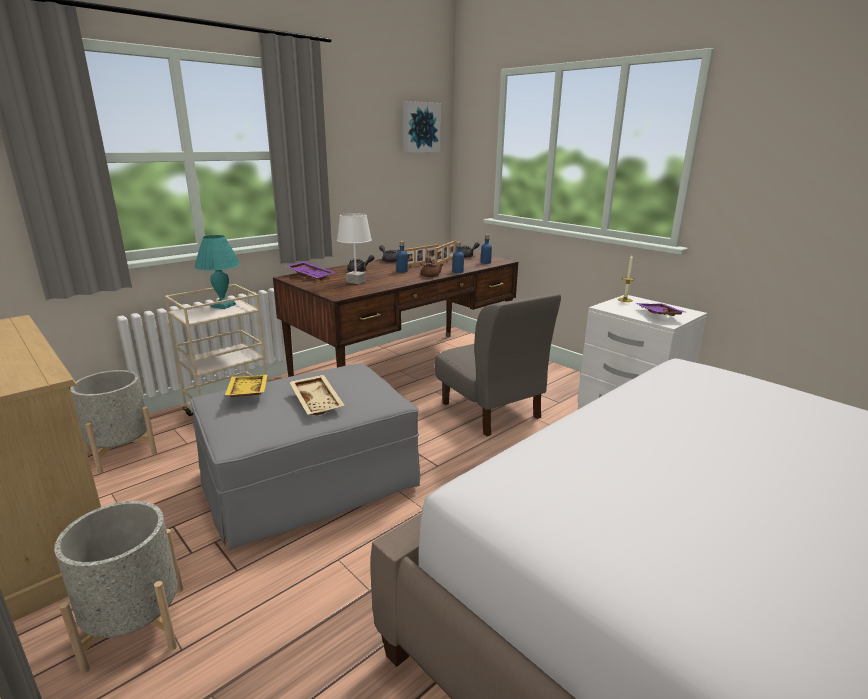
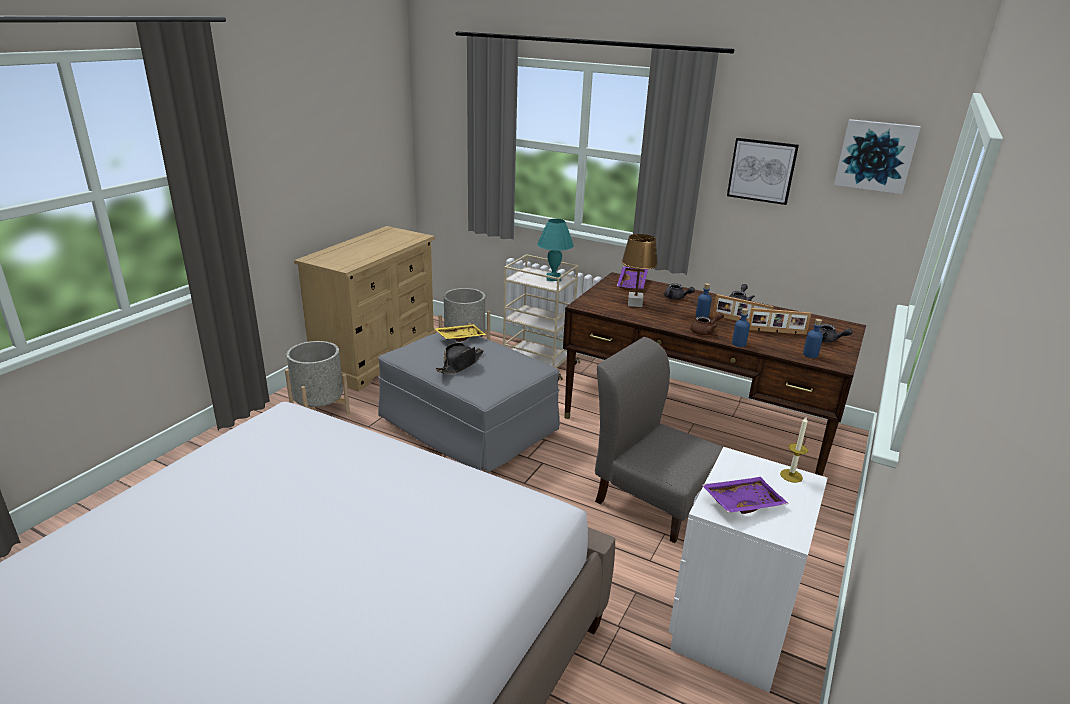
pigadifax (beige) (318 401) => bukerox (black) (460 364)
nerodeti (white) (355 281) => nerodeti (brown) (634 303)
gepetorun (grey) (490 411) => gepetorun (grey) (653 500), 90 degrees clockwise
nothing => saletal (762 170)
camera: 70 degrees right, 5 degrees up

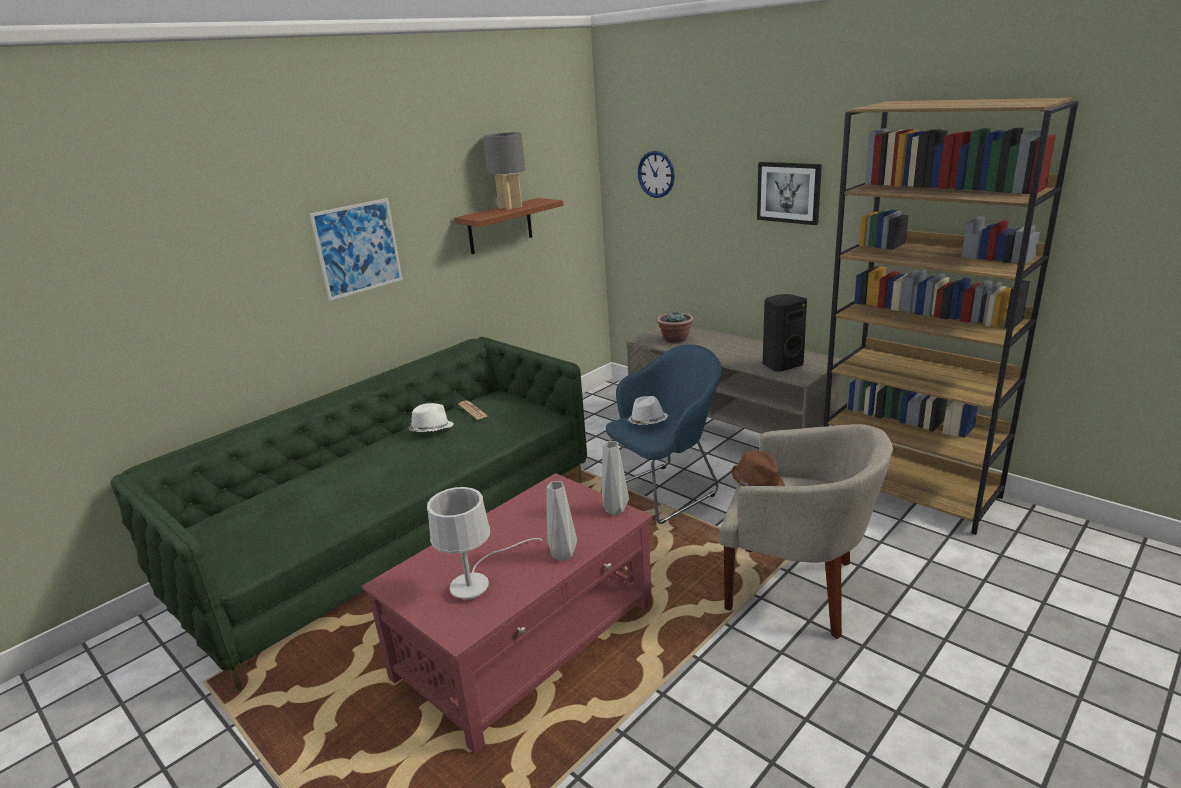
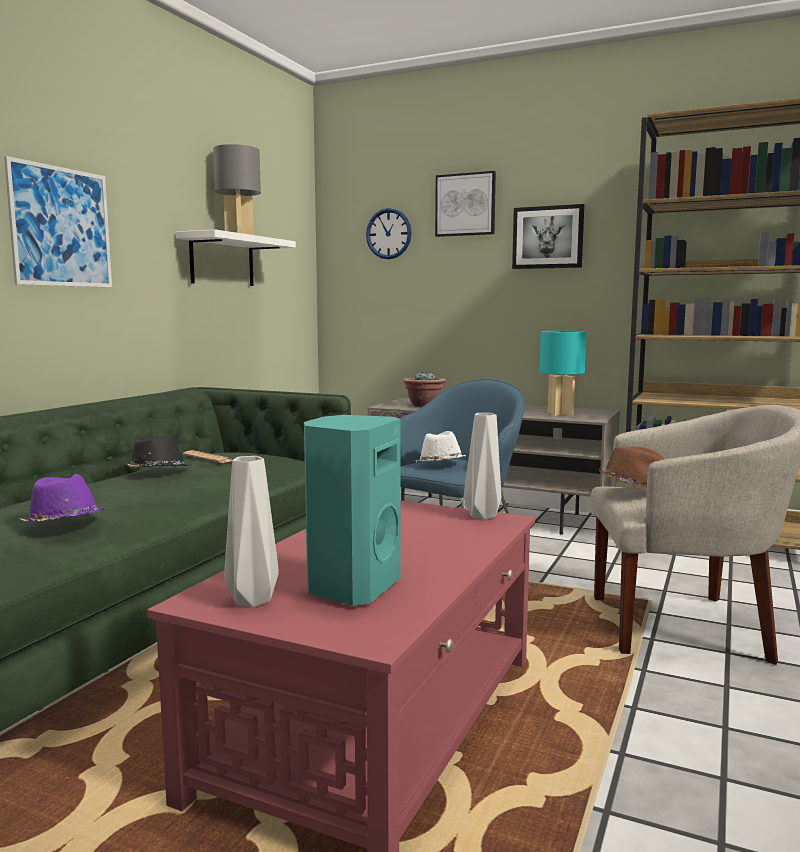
bukerox (white) (431 430) => bukerox (black) (158 472)
nerodeti (white) (476 583) => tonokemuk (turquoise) (351 588)
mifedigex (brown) (500 226) => mifedigex (white) (222 261)
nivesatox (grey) (561 556) => nivesatox (grey) (251 601), relocated
tonokemuk (black) (781 365) => nerodeti (turquoise) (560 413)
nothing => bukerox (purple) (64 524)
nothing => saletal (465 204)
camera: 20 degrees left, 15 degrees down

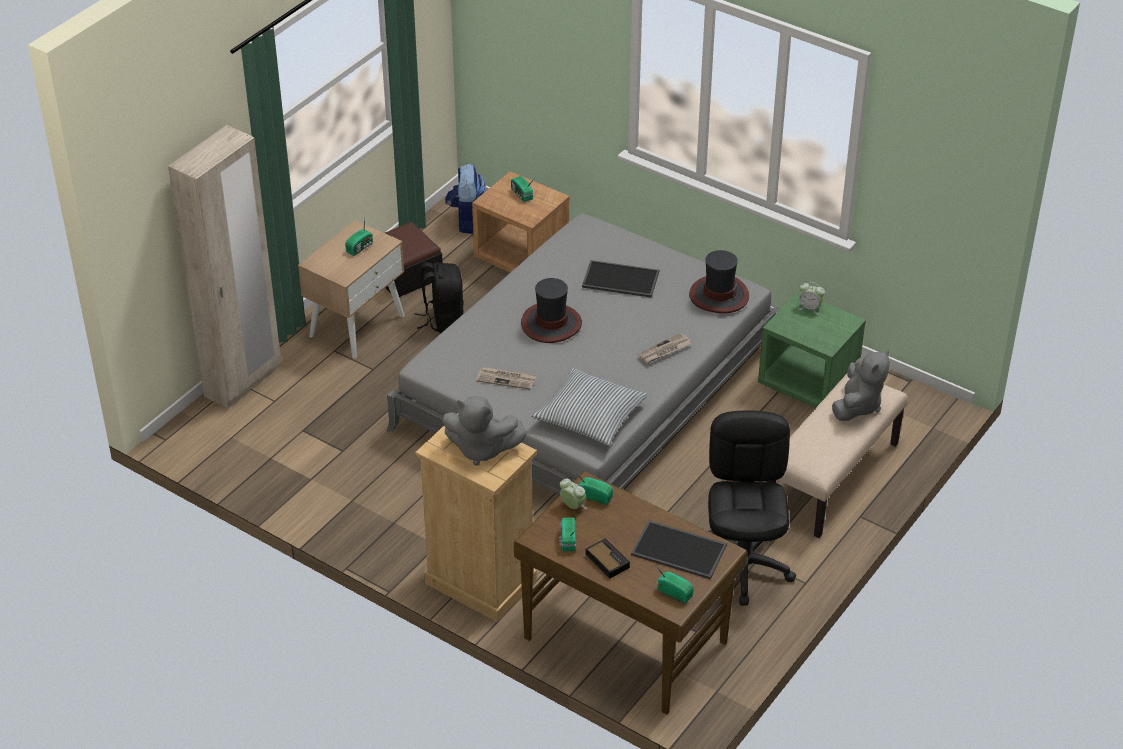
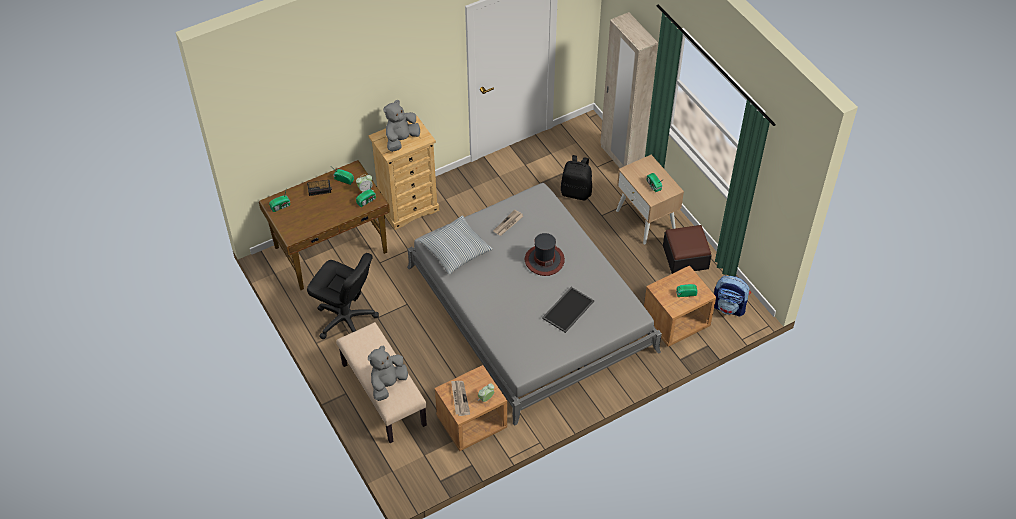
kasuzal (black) (443 320) => kasuzal (black) (576 192), relocated
pigadifax (680 549) => nothing
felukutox (664 350) => felukutox (459 398), relocated
bukerox (718 295) => nothing
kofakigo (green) (808 382) => kofakigo (brown) (471 423)
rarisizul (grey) (858 405) => rarisizul (grey) (388 384), 75 degrees clockwise
camera: 115 degrees right, 10 degrees up

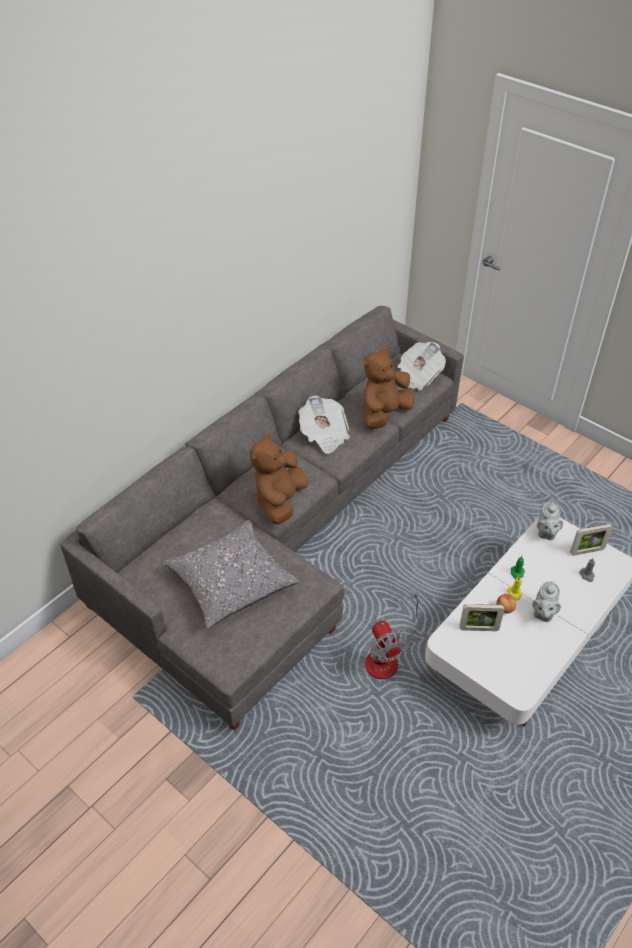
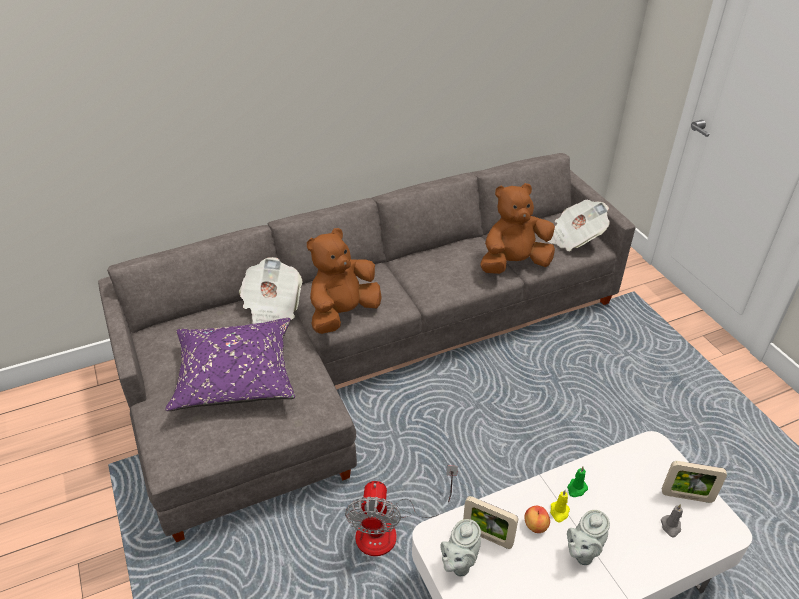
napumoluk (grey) (231 582) => napumoluk (purple) (235 376)
felukutox (324 435) => felukutox (272 307), relocated
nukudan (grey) (546 533) => nukudan (grey) (459 562), relocated
camera: 25 degrees right, 5 degrees down

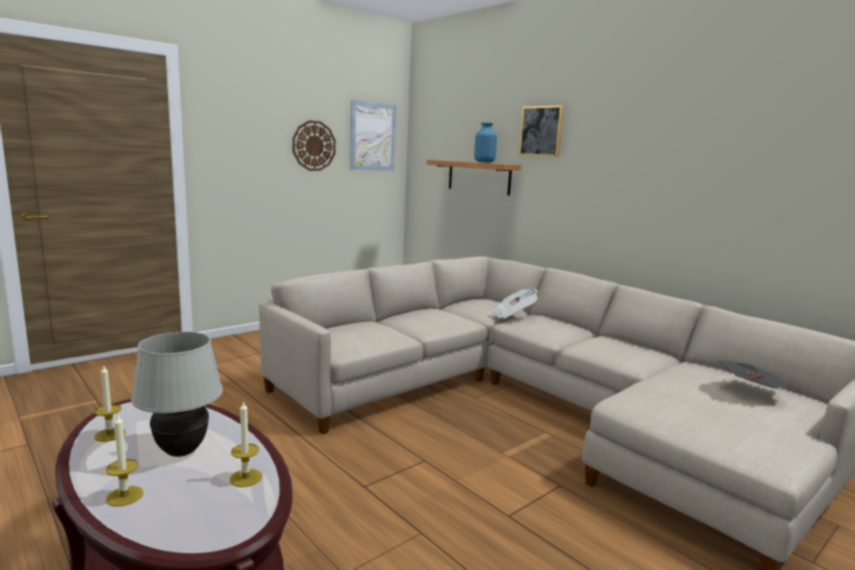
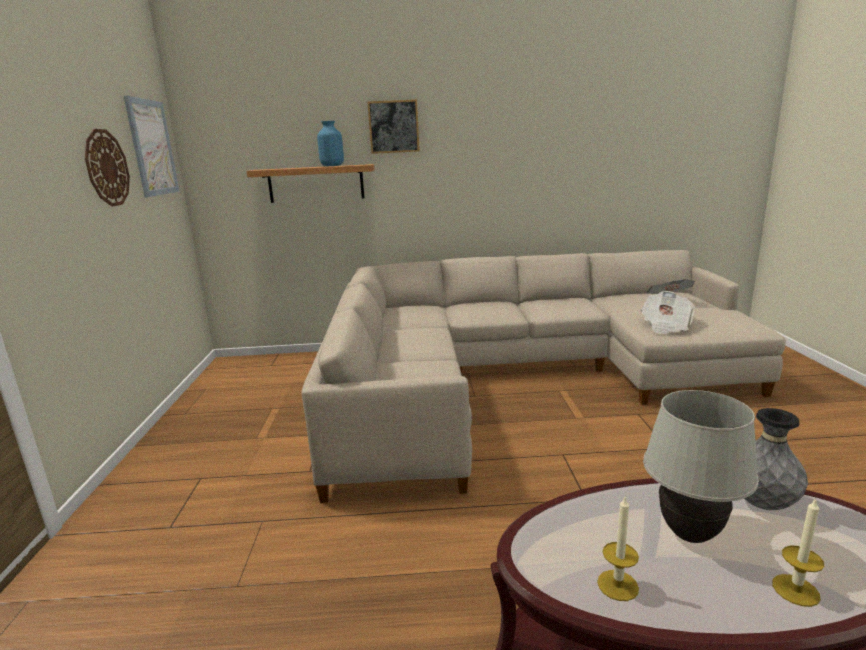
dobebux (245 478) => nivesatox (grey) (762 504)
felukutox (511 315) => felukutox (665 326), relocated
camera: 50 degrees left, 5 degrees up

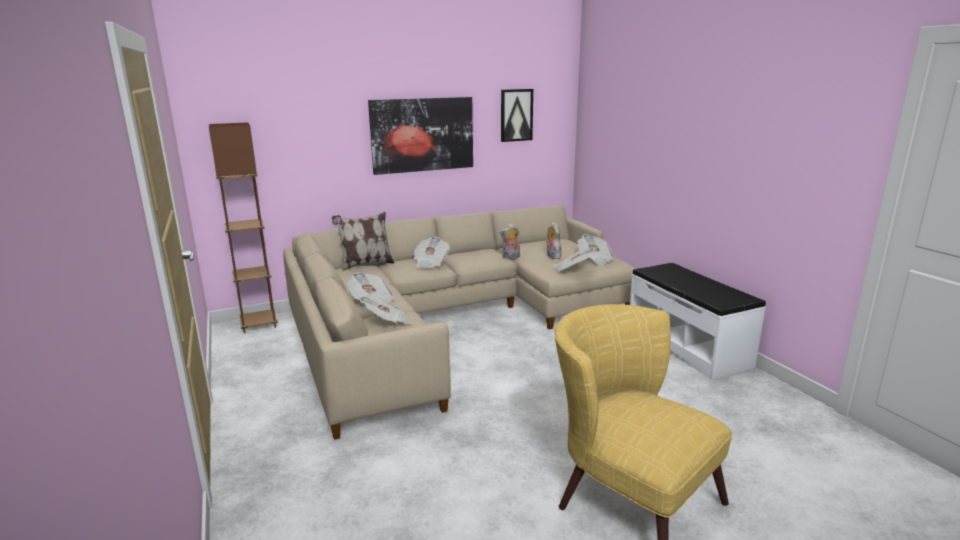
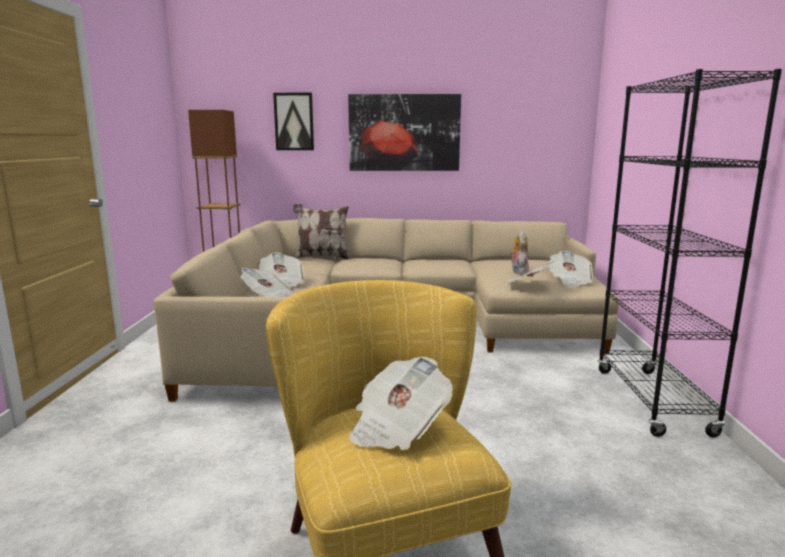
felukutox (430 263) => felukutox (397 428), relocated
rarisizul (511 257) => nothing
saletal (516 115) => saletal (294 121), relocated
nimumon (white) (687 346) => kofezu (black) (652 401)
camera: 25 degrees right, 5 degrees down

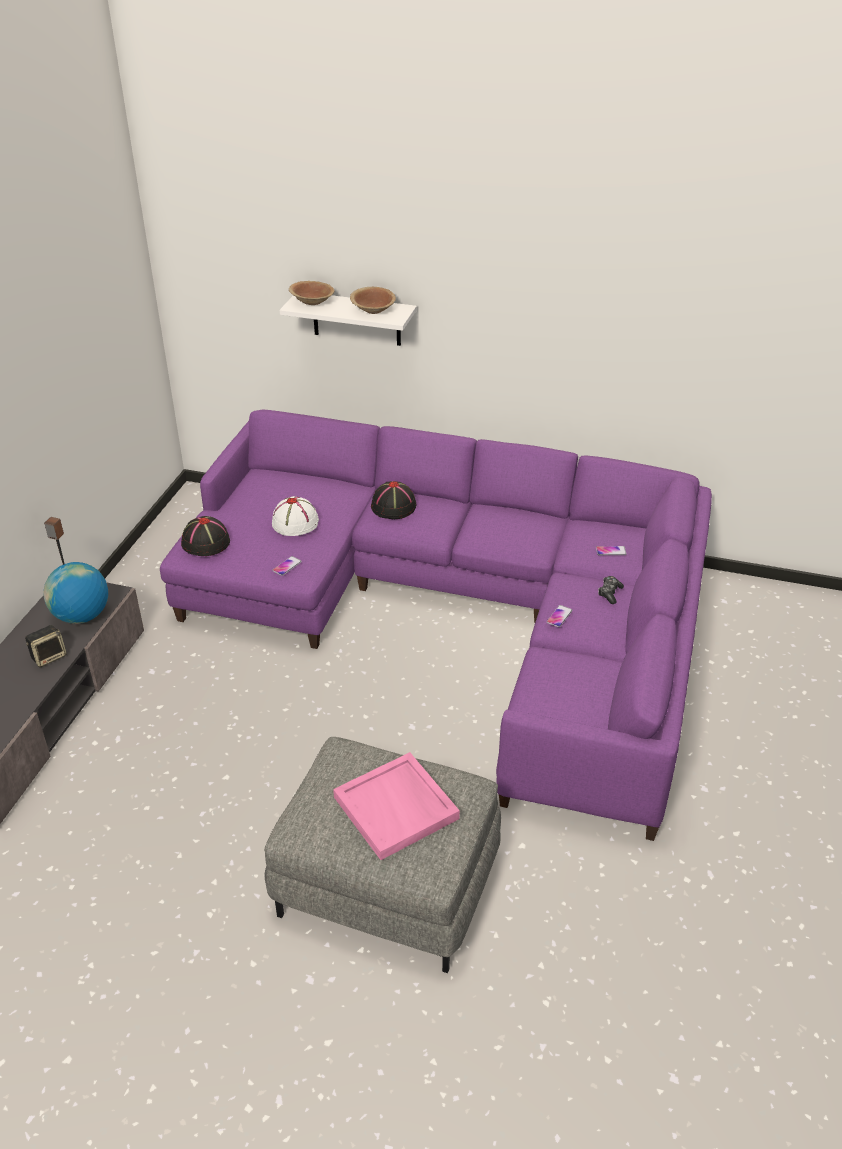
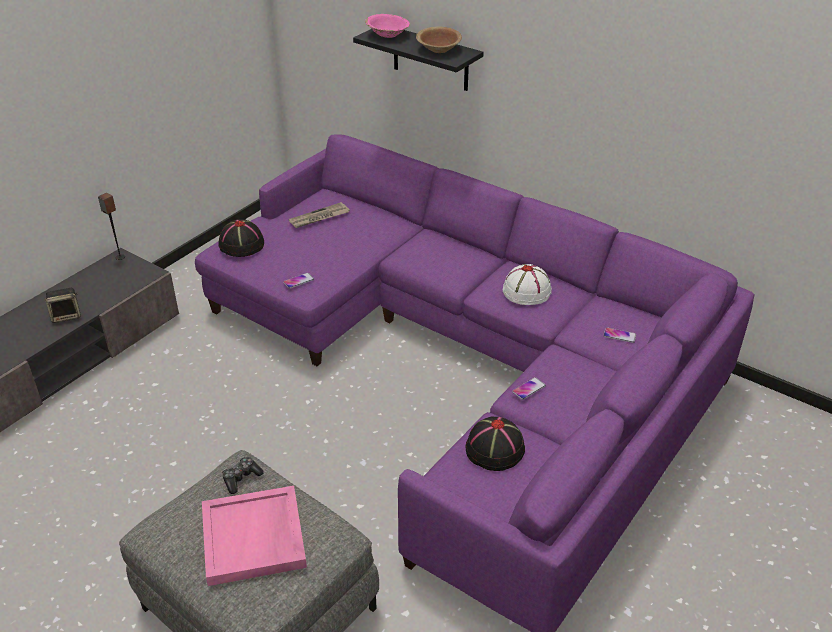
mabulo (82 616) => nothing
bukerox (white) (295 522) => bukerox (white) (527 291), relocated
mifedigex (white) (356 319) => mifedigex (black) (430 58)
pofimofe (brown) (312 302) => pofimofe (pink) (387 35)
bukerox (black) (393 507) => bukerox (black) (494 449), relocated
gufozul (609 593) => gufozul (241 478), relocated
nothing => felukutox (319 217)
camera: 20 degrees right, 0 degrees up

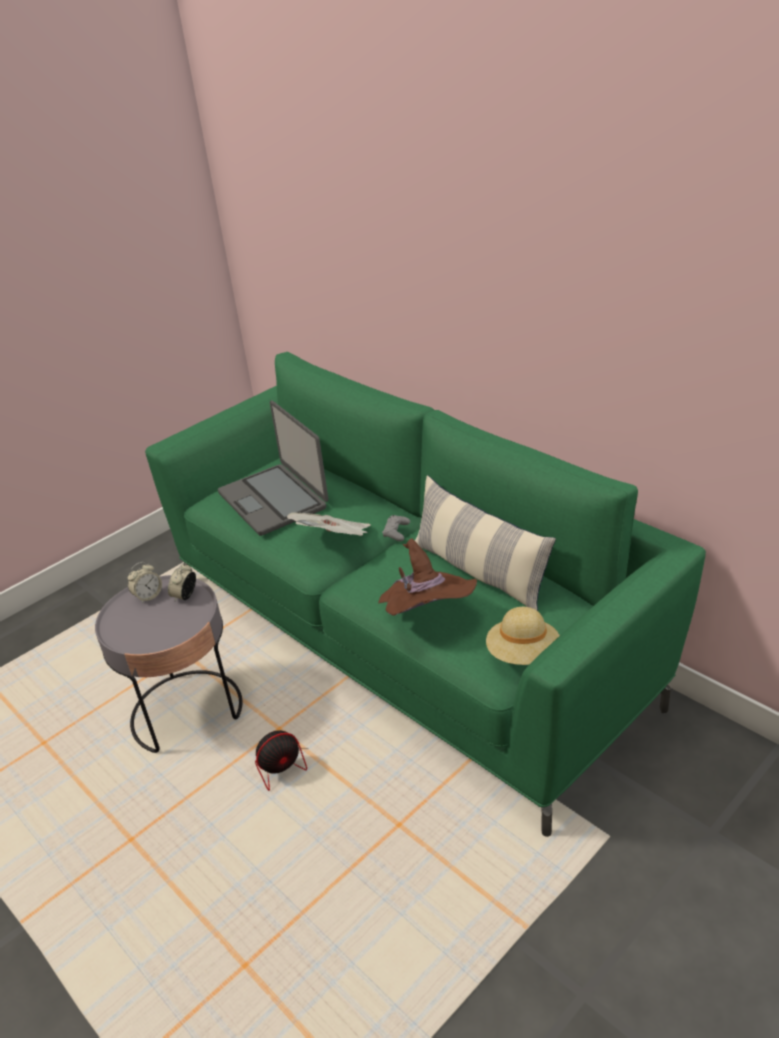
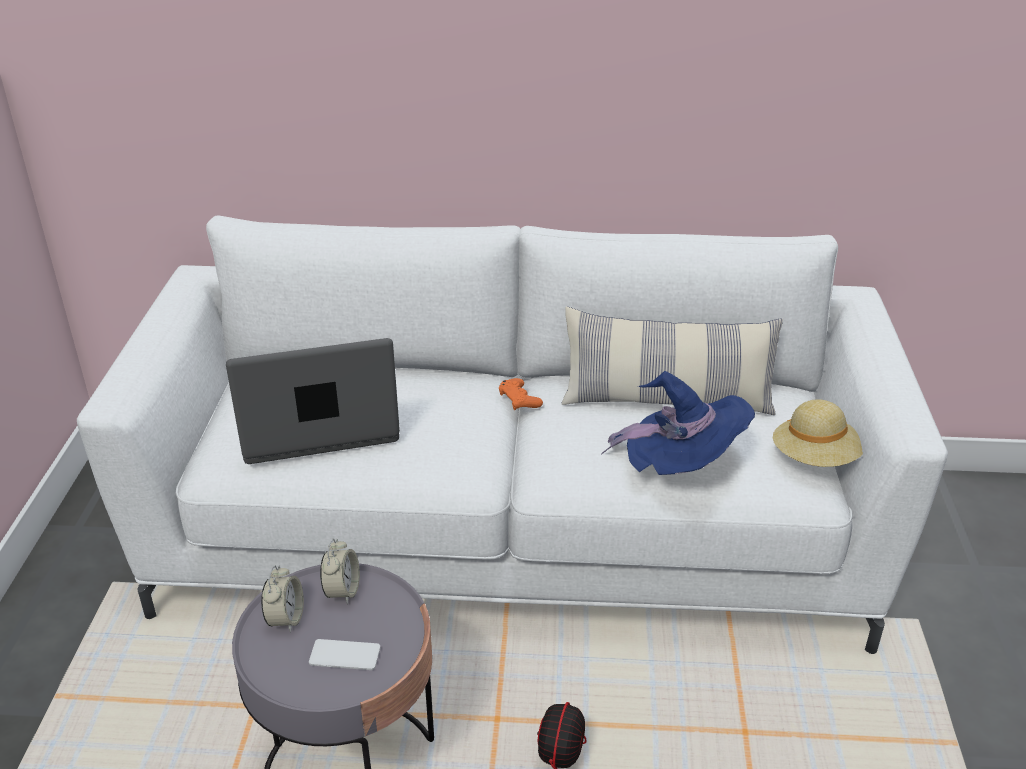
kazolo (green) (403 637) => kazolo (white) (514 543)
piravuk (185 596) => piravuk (342 591), 150 degrees counterclockwise
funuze (274 500) => funuze (318 424), 150 degrees clockwise
felukutox (334 541) => nothing
bukerox (brown) (427 617) => bukerox (blue) (681 467)
gufozul (grey) (396 532) => gufozul (orange) (519 399)
nothing => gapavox (345 655)
camera: 45 degrees left, 0 degrees up

